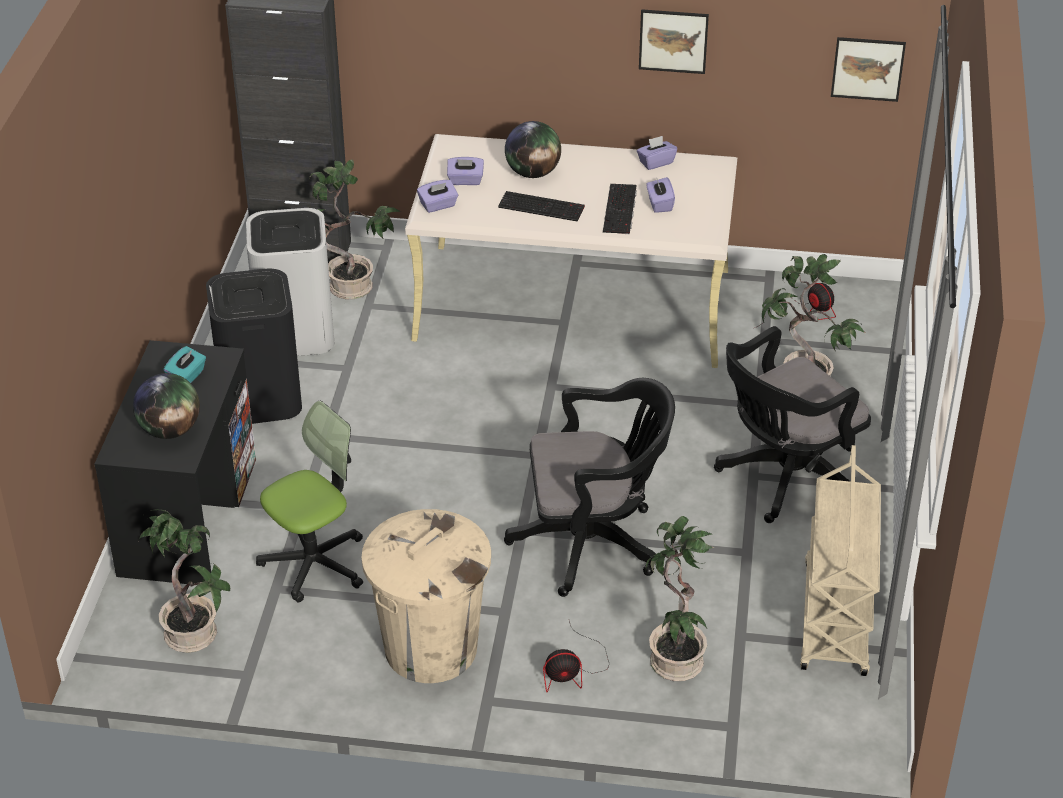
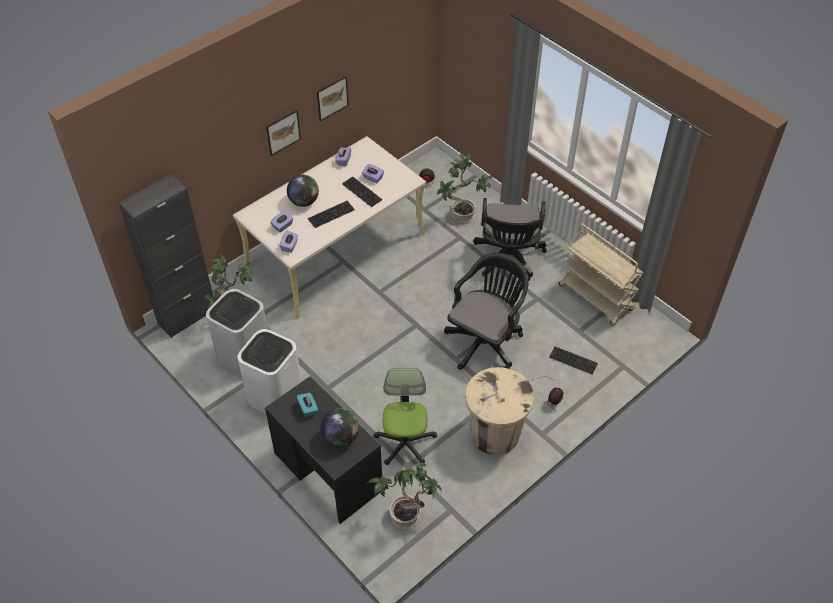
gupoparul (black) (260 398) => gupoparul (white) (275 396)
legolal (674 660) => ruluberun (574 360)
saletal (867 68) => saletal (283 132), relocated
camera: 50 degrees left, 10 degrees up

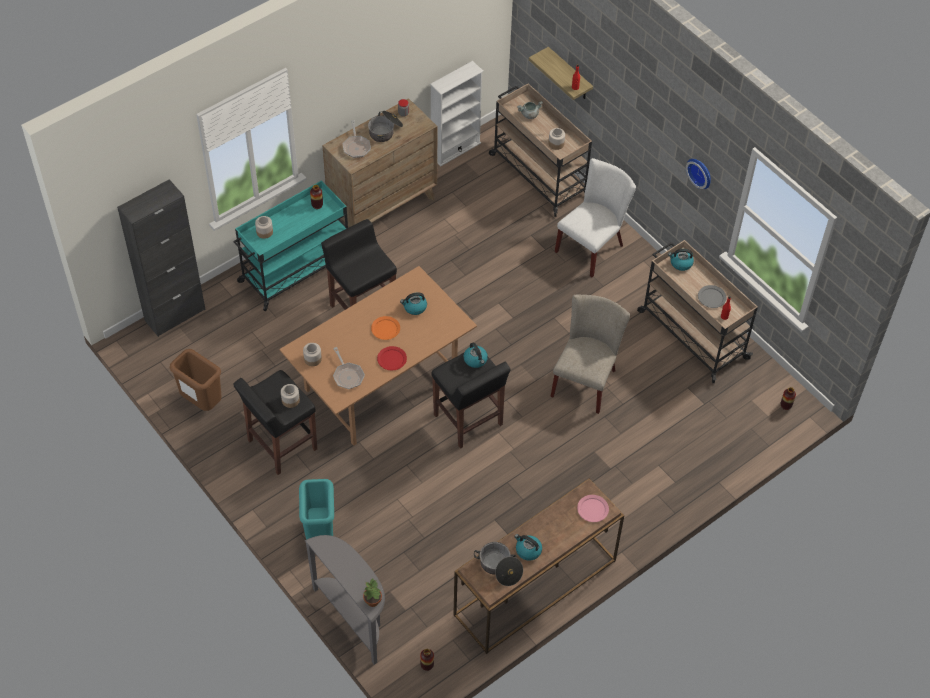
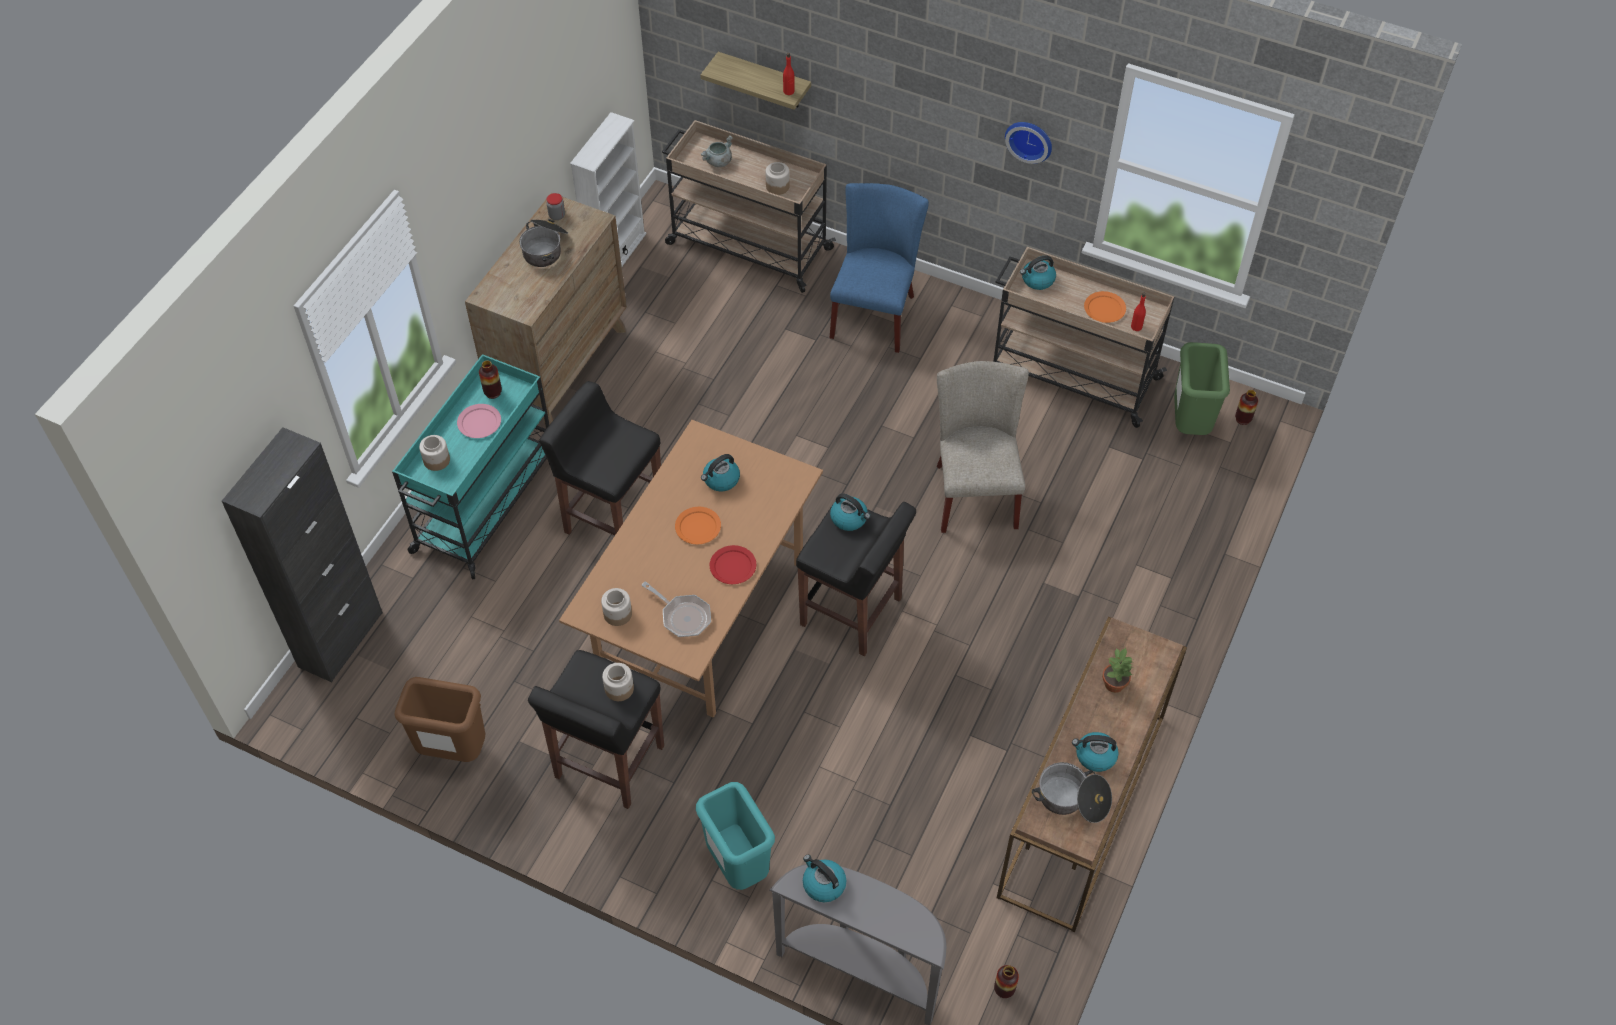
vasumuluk (356 146) => nothing
legolal (373 601) => legolal (1115 684), relocated
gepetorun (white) (592 246) => gepetorun (blue) (875 312)
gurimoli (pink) (592 509) => gurimoli (pink) (479 422), relocated
gurimoli (grey) (712 297) => gurimoli (orange) (1105 308)
nothing => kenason (823 884)
nothing => gupoparul (green) (1189 423)
camera: 25 degrees left, 0 degrees up

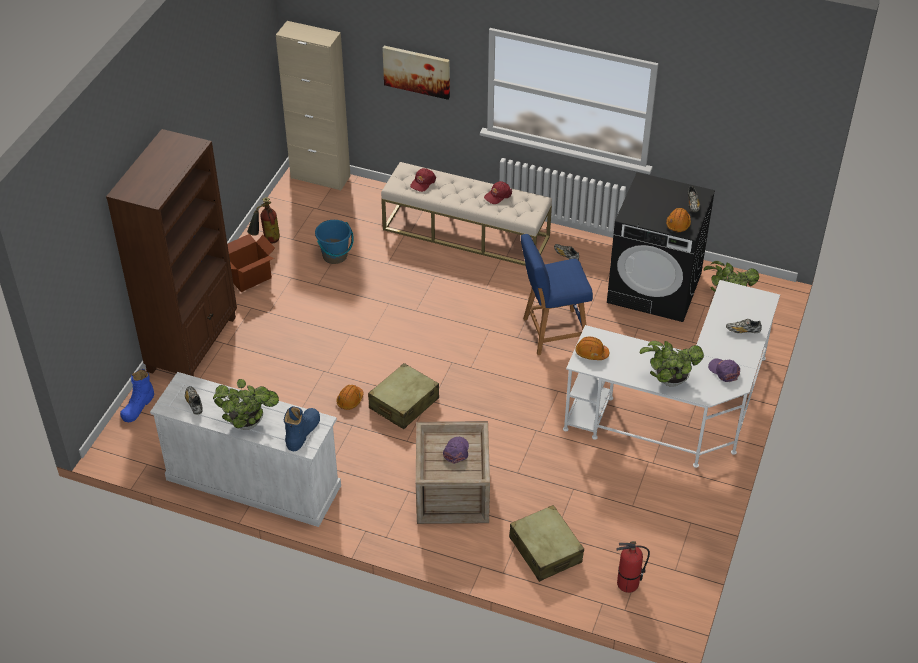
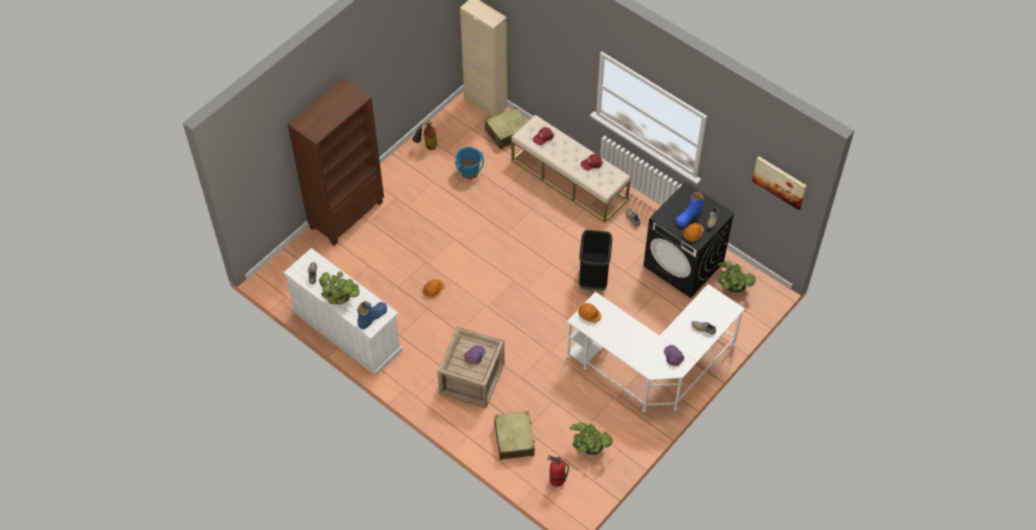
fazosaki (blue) (138 406) => fazosaki (blue) (689 216), relocated
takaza (249 277) => nothing
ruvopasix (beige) (403 404) => ruvopasix (beige) (507 133), relocated
saletal (417 71) => saletal (779 182), relocated
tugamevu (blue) (552 332) => gupoparul (black) (593 278)
legolal (668 380) => legolal (589 448), relocated
camera: 20 degrees right, 10 degrees up

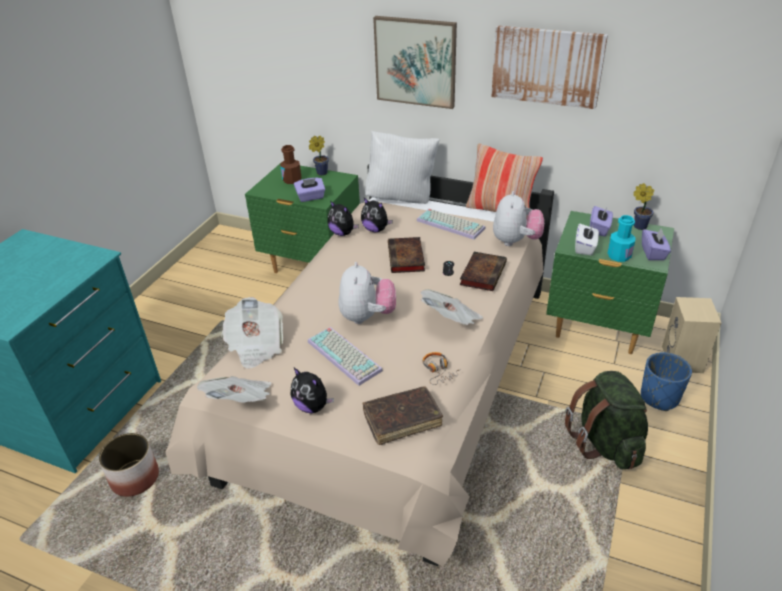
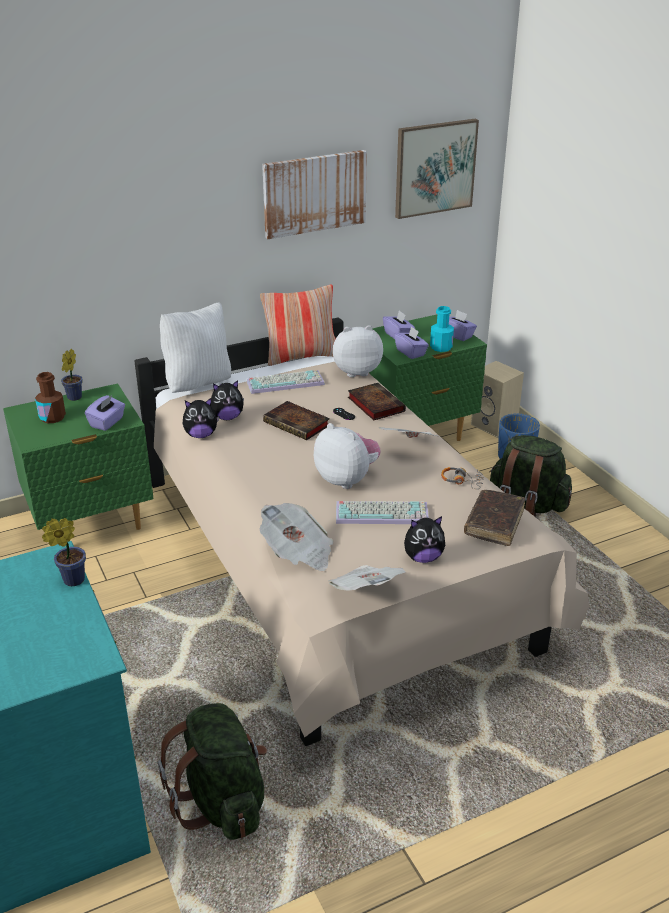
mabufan (135 477) => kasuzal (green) (222 801)
saletal (415 62) => saletal (434 168), relocated
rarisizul (515 241) => rarisizul (356 371), 60 degrees counterclockwise
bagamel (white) (585 247) => bagamel (purple) (411 352)
legolal (638 226) => legolal (71 580), relocated
camera: 50 degrees left, 5 degrees down

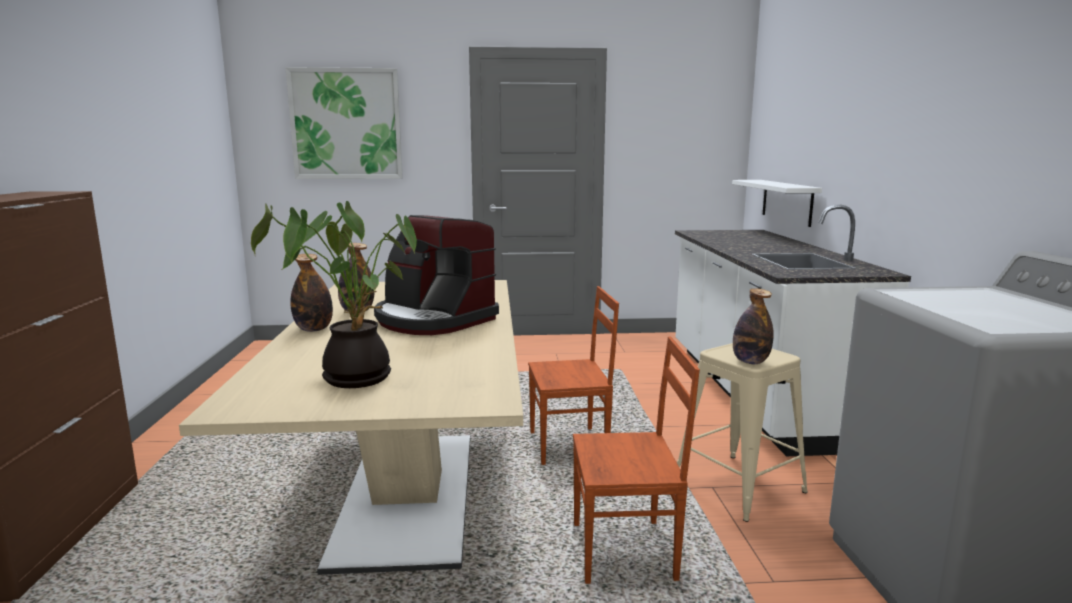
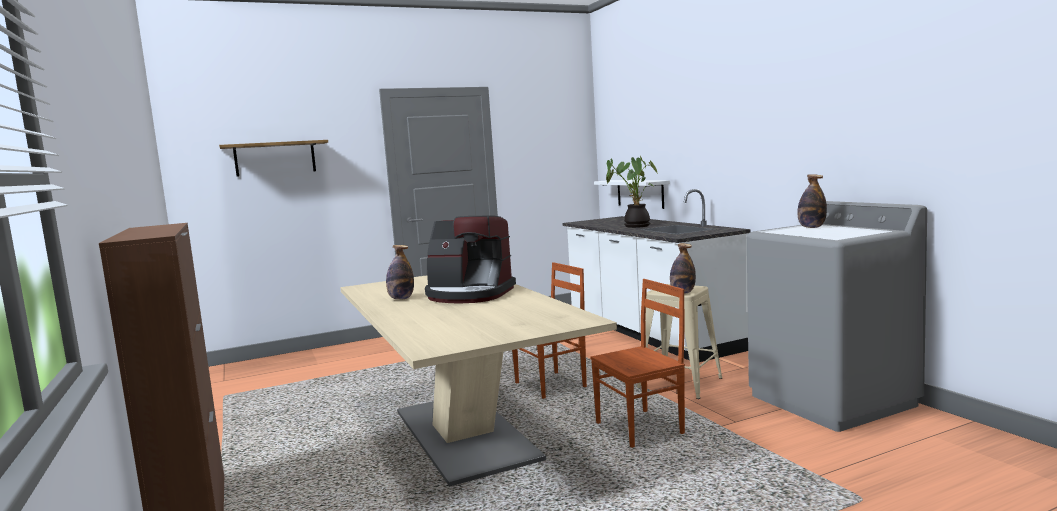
legolal (354 376) => legolal (634 226), relocated
saletal (346 124) => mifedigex (275 158)
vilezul (314 329) => vilezul (811 227), relocated
camera: 20 degrees left, 5 degrees down

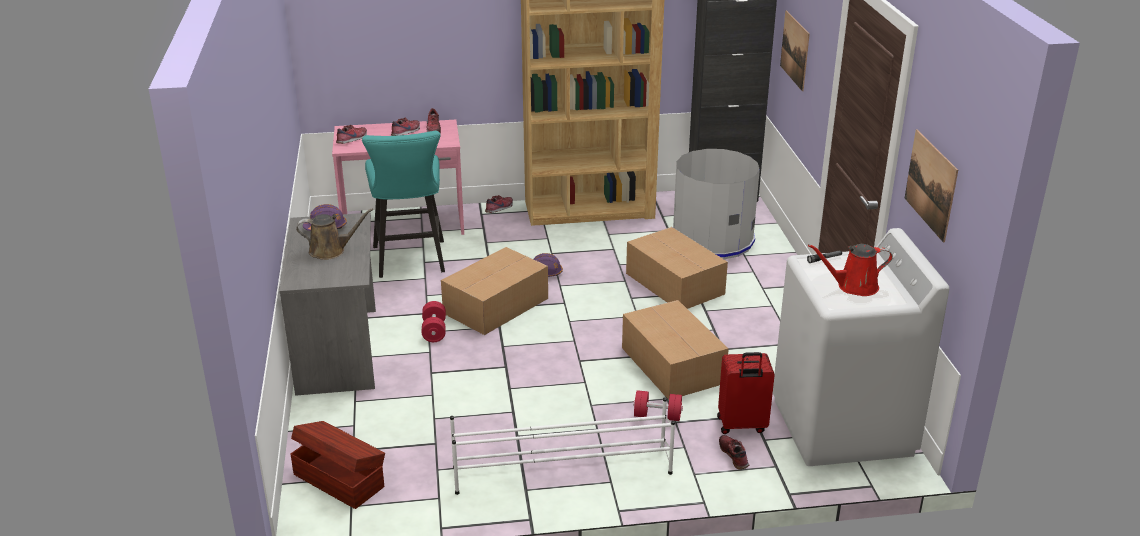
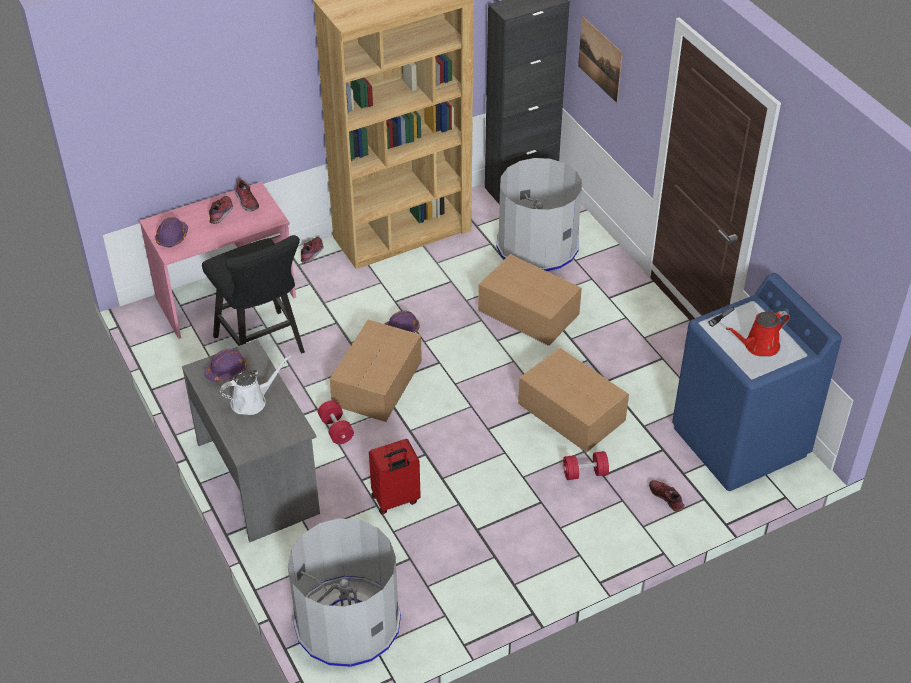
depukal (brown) (339 479) => gupoparul (grey) (347 623)
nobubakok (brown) (331 251) => nobubakok (white) (252 401)
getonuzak (352 139) => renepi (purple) (172 237)
tugamevu (turquoise) (410 262) => tugamevu (black) (263 348)
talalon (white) (561 470) => nothing
ruvopasix (red) (741 425) => ruvopasix (red) (395 500), relocated
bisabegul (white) (842 427) => bisabegul (blue) (740 442)
saletal (930 184) => nothing
camera: 20 degrees left, 15 degrees up

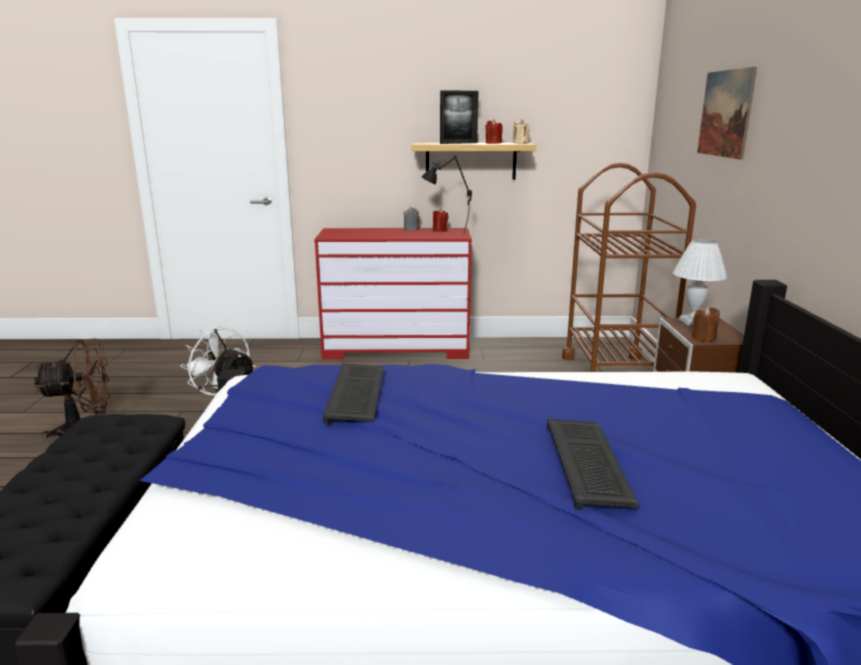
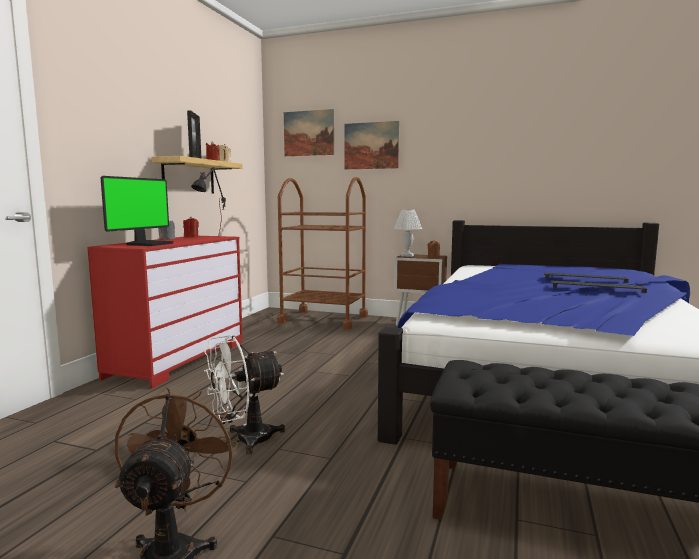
ruluberun (357 395) => ruluberun (597 287), relocated
nothing => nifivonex (148 244)
nothing => saletal (308 133)
camera: 70 degrees left, 10 degrees down

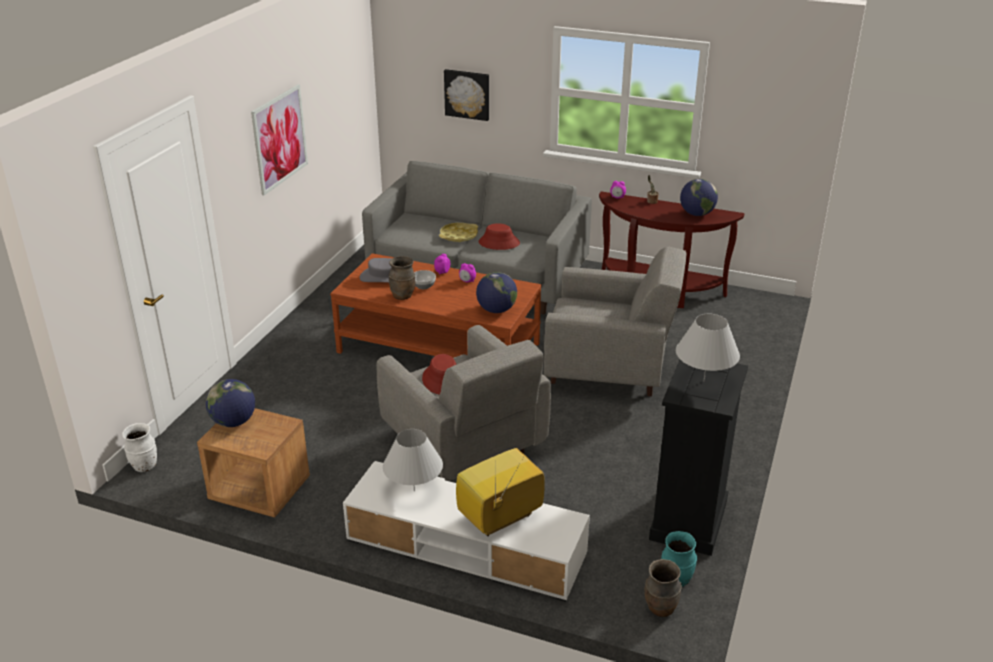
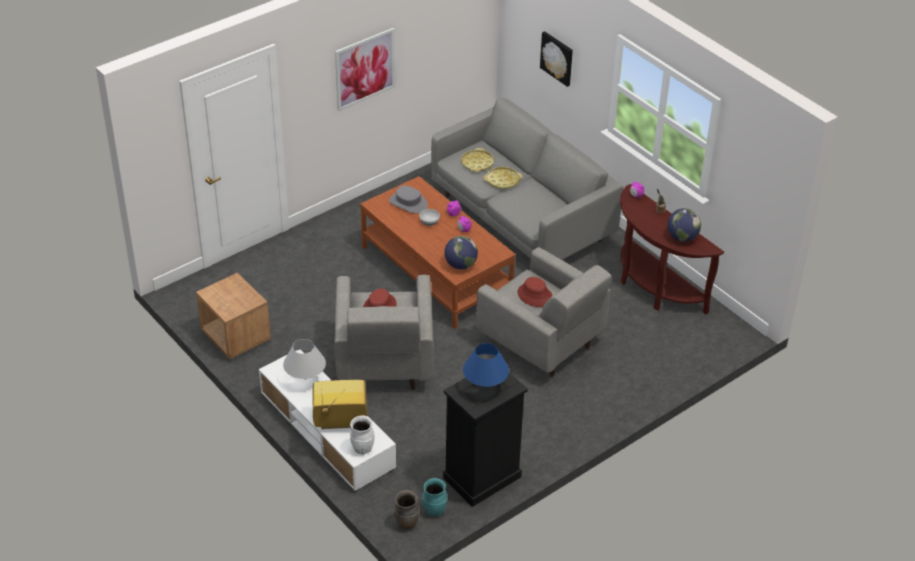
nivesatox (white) (144 466) => nivesatox (white) (362 448), relocated
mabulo (234 422) => nothing
nivesatox (brown) (403 296) => nothing
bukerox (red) (499 243) => bukerox (red) (534 295), relocated
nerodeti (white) (703 381) => nerodeti (blue) (485 387)
nothing => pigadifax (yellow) (477 163)
camera: 30 degrees right, 10 degrees up

